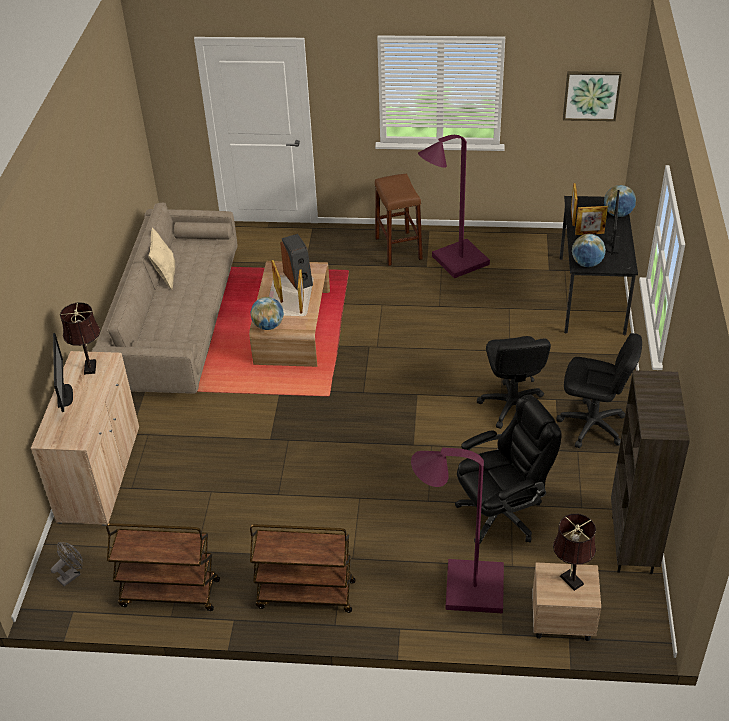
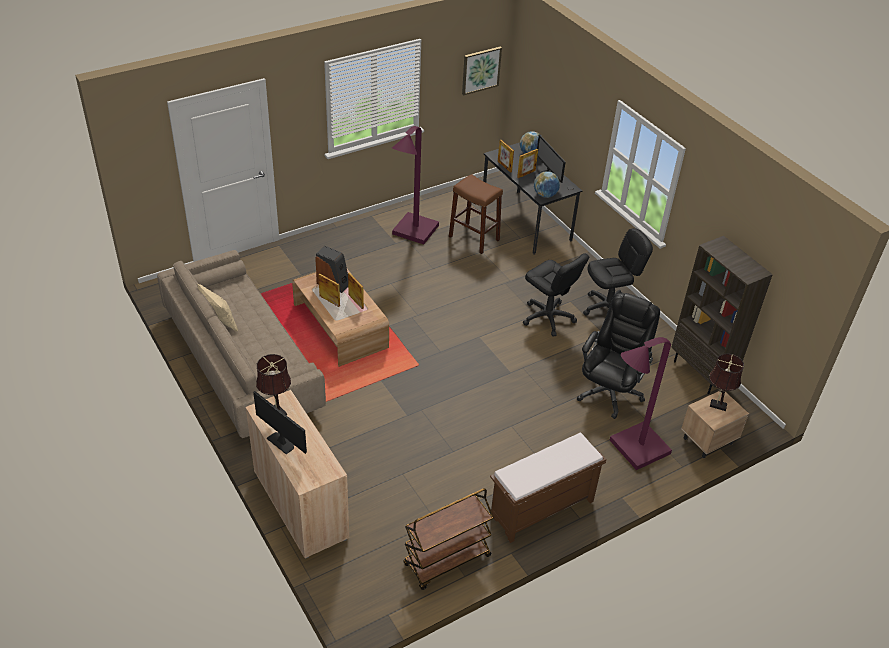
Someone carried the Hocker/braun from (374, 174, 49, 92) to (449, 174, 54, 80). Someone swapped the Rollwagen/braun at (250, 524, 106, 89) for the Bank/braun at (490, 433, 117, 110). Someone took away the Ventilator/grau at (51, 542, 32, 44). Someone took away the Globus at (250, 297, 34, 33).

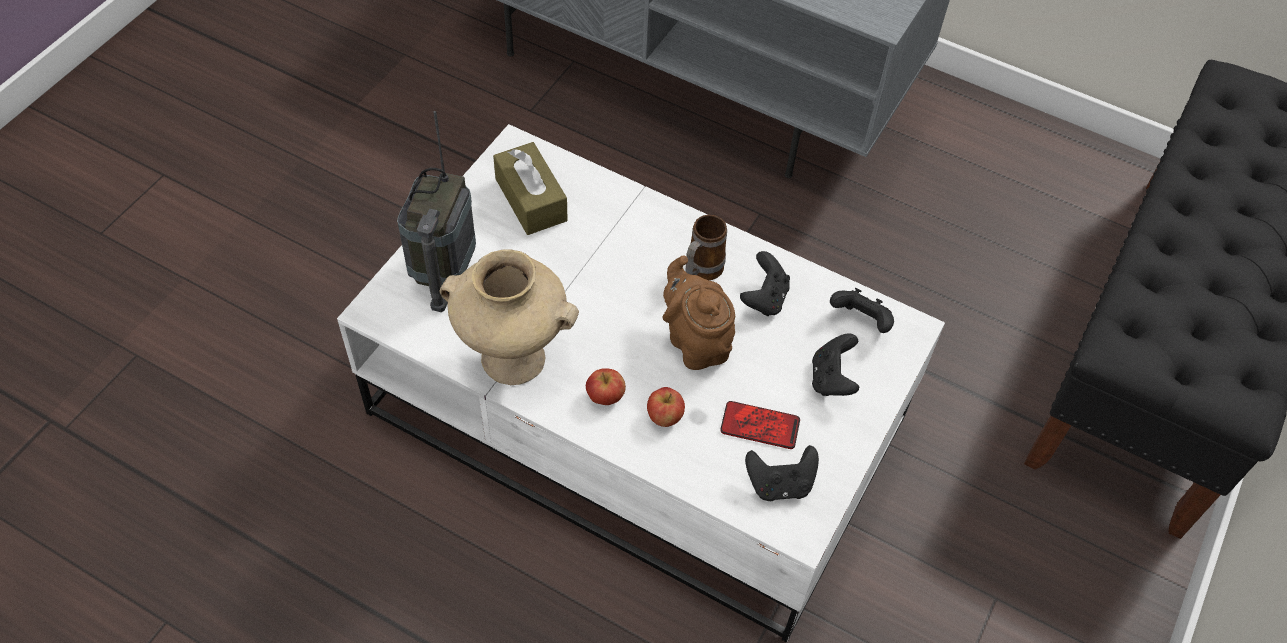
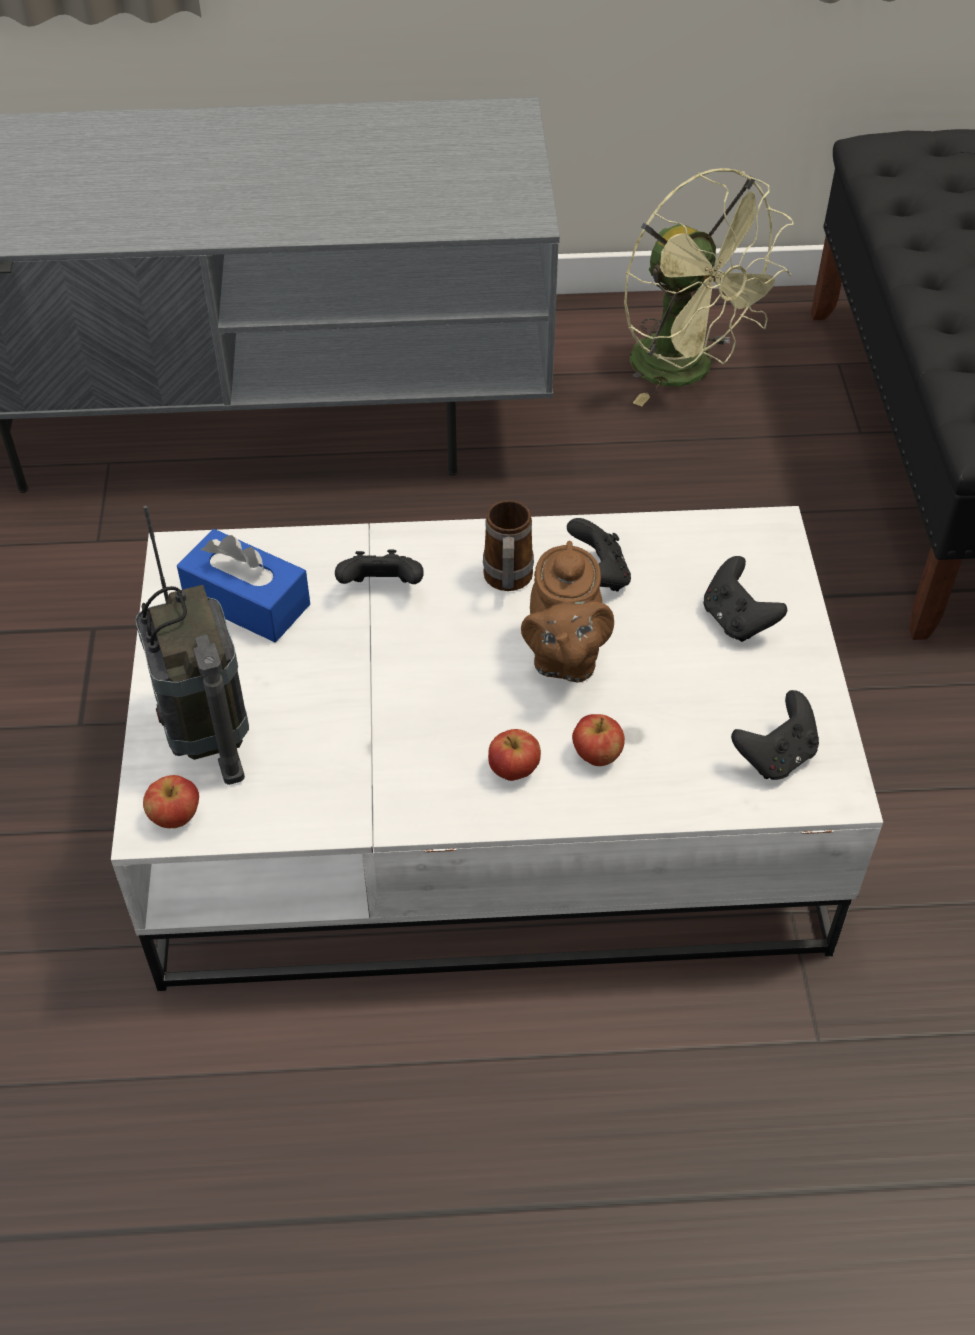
Someone put down the Apfel at (143, 775, 56, 53). Someone repainted the Taschentuchbox/braun at (493, 142, 75, 93), which became the Taschentuchbox/blau at (177, 529, 133, 113). Someone carried the Gamepad/schwarz from (830, 288, 64, 45) to (335, 550, 89, 34). Someone rotated the Teekanne/braun at (663, 255, 72, 115) by 120 degrees counterclockwise. Someone put down the Ventilator/grün at (624, 168, 169, 238). Someone took away the Vase/beige at (439, 249, 140, 136). Someone took away the Handy at (720, 401, 80, 48).

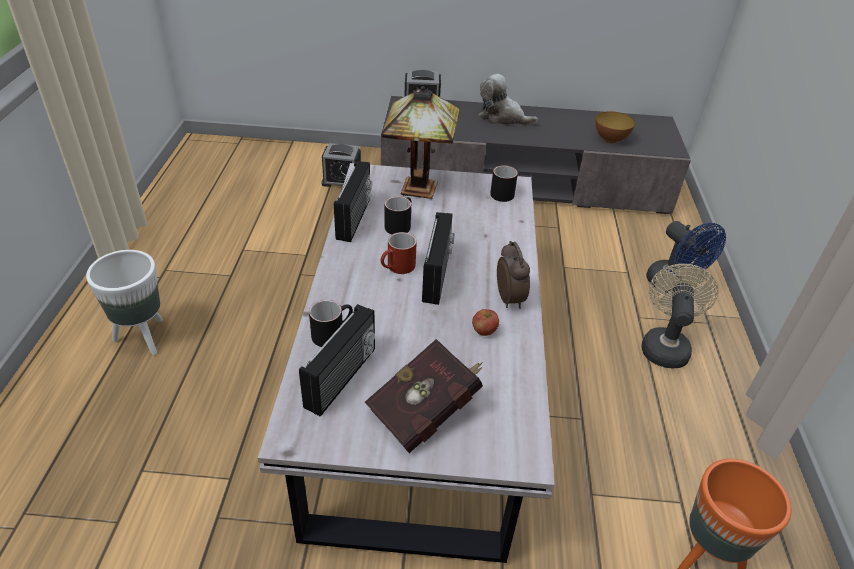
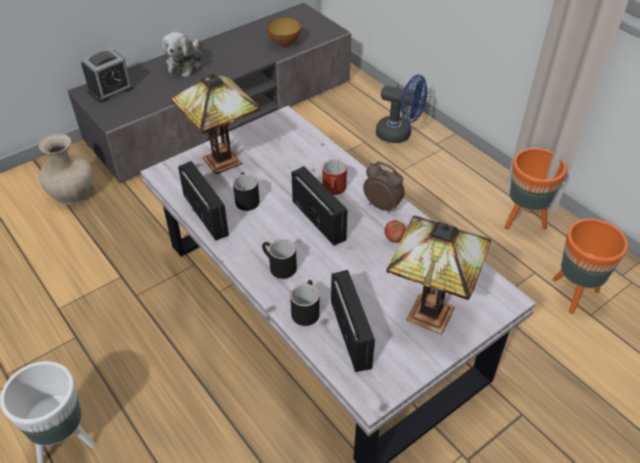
Someone swapped the Wecker at (321, 143, 40, 44) for the Vase/beige at (38, 134, 55, 71). Someone rotated the Plüschtier at (478, 74, 60, 51) by 60 degrees counterclockwise. Someone carried the Henkelbecher/schwarz from (490, 165, 28, 37) to (262, 239, 35, 40). Someone carried the Henkelbecher/rot from (381, 232, 36, 42) to (323, 159, 24, 36). Someone swapped the Buch/rot at (365, 339, 118, 114) for the Tischlampe at (386, 216, 105, 119). Someone put down the Pflanzkübel/orange at (504, 148, 63, 81). Someone took away the Ventilator/beige at (641, 264, 77, 104).

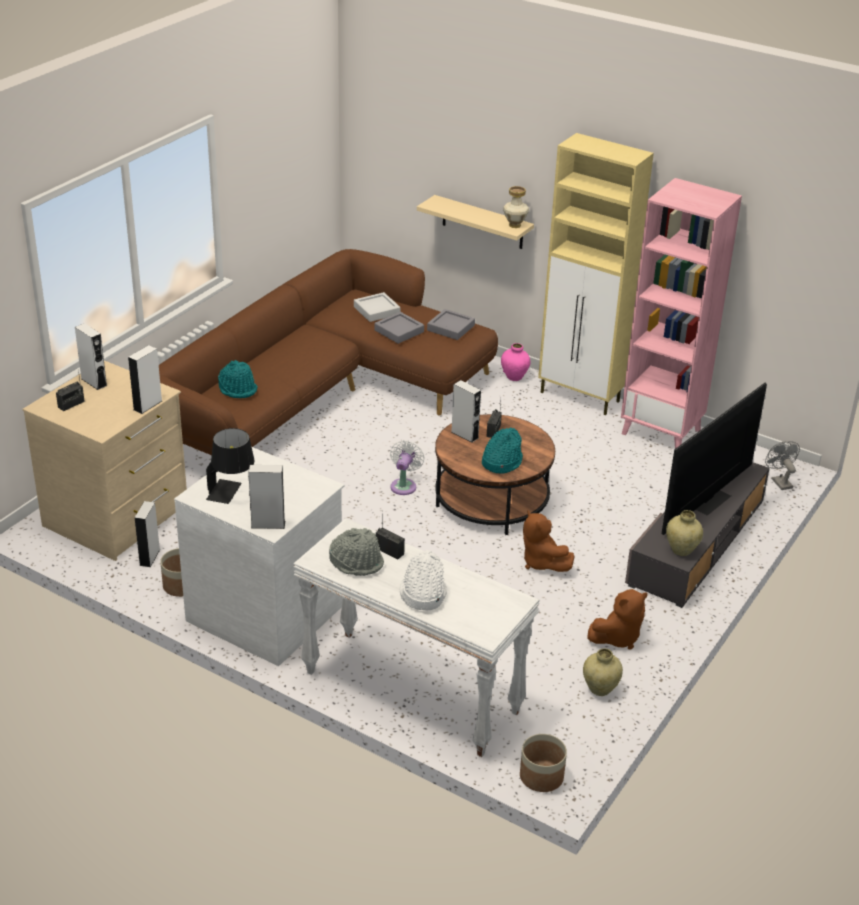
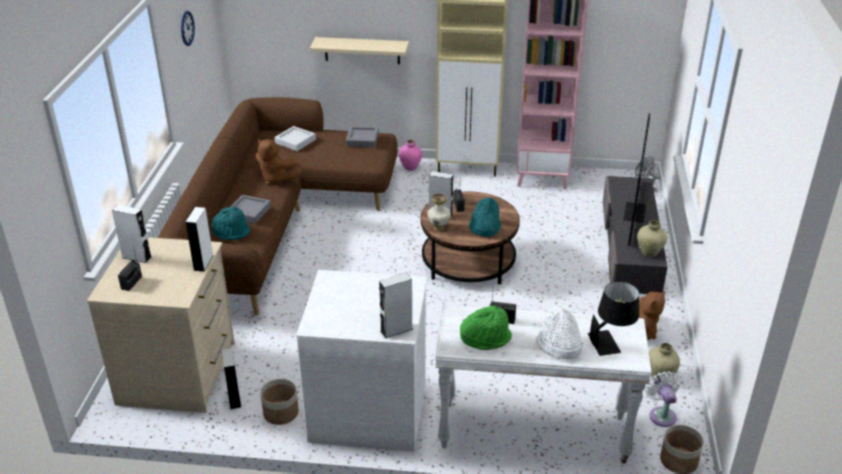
Someone put up the Wanduhr at (181, 11, 14, 35). Someone carried the Tablett/grau from (374, 312, 50, 32) to (230, 195, 41, 29). Someone carried the Plüschtier/braun from (523, 510, 52, 62) to (256, 139, 45, 46). Someone carried the Vase from (503, 186, 26, 42) to (427, 193, 24, 38). Someone repainted the Hut/grau at (329, 528, 55, 48), which became the Hut/grün at (460, 305, 52, 45). Someone carried the Tischlampe/schwarz from (206, 428, 48, 76) to (588, 281, 51, 75). Someone carried the Ventilator/weiß from (390, 440, 35, 55) to (645, 371, 36, 56).

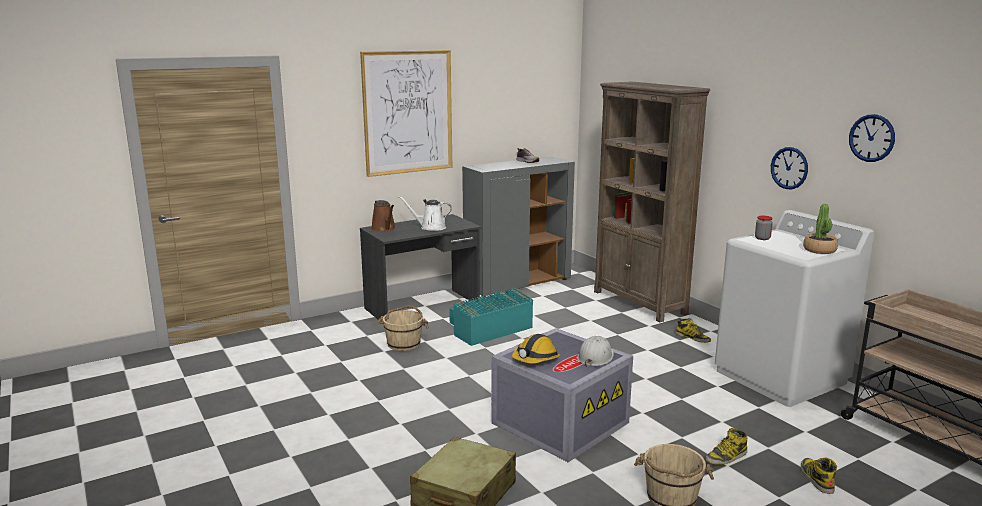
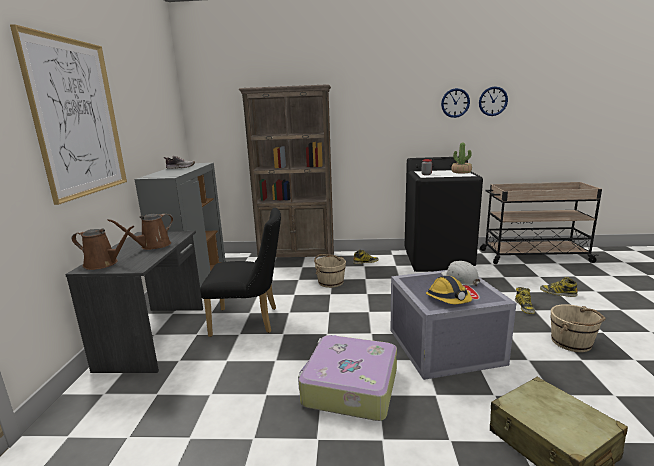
Someone repainted the Gießkanne/weiß at (398, 196, 54, 35), which became the Gießkanne/braun at (107, 214, 66, 36). Someone swapped the Aufbewahrungsbox/türkis at (449, 288, 84, 58) for the Stuhl/schwarz at (200, 208, 81, 129). Someone put down the Koffer at (298, 335, 99, 86). Someone carried the Eimer/beige from (378, 305, 51, 46) to (314, 254, 32, 34). Someone repainted the Waschmaschine/weiß at (715, 210, 159, 197), which became the Waschmaschine/schwarz at (405, 157, 78, 115). Someone carried the Wanduhr from (771, 147, 37, 42) to (479, 86, 29, 30).

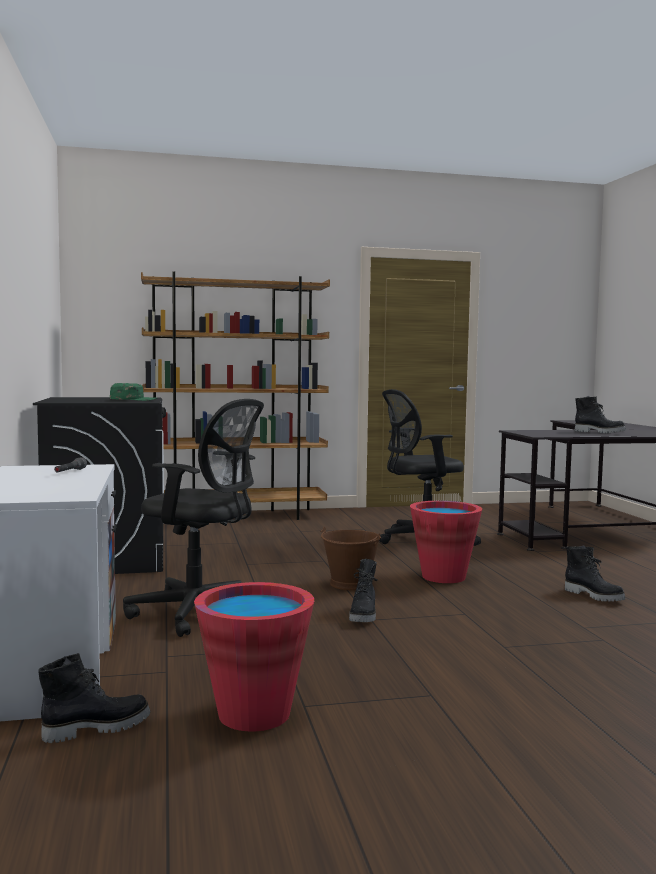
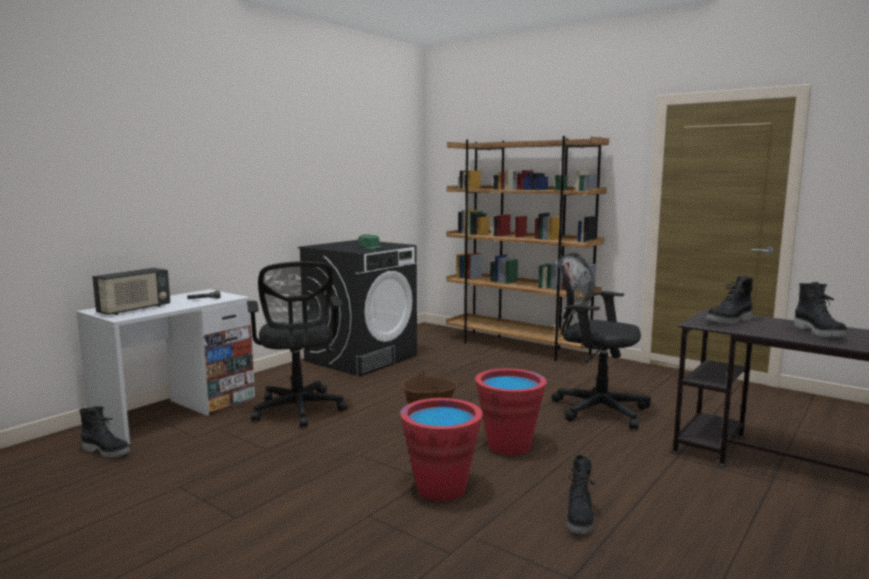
Someone put down the Radio at (92, 268, 78, 47). Someone carried the Eimer/rot from (194, 582, 120, 149) to (400, 398, 83, 103). Someone carried the Stiefel/schwarz from (349, 559, 28, 63) to (706, 276, 48, 48).

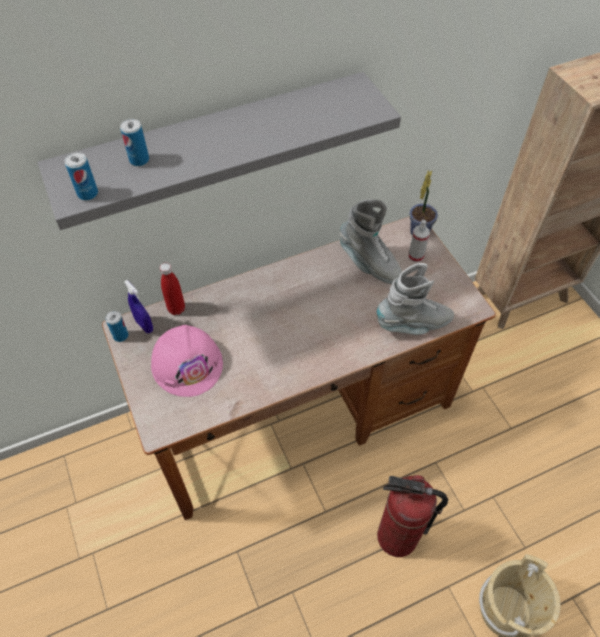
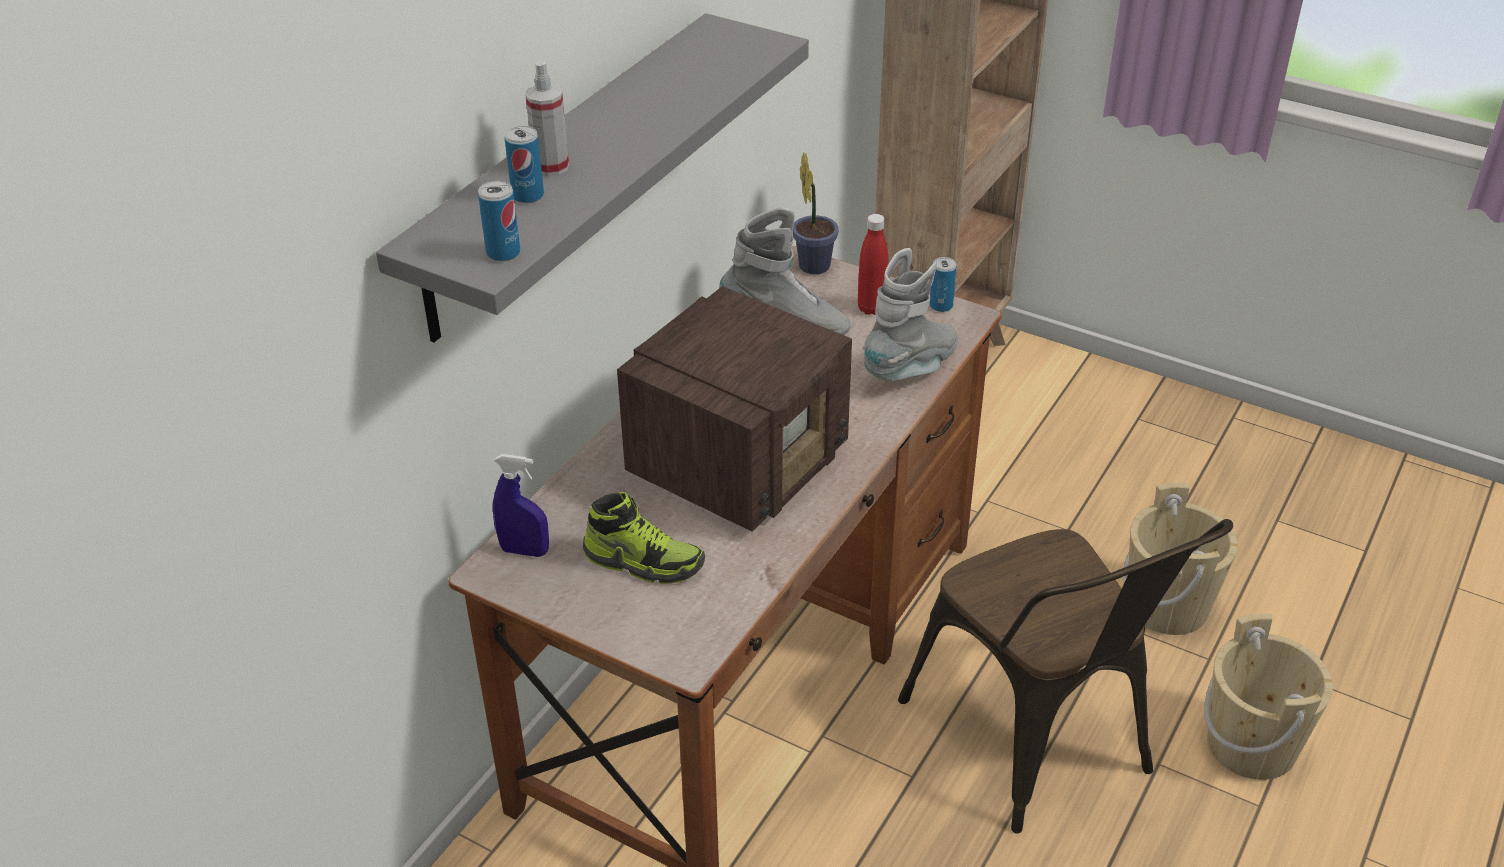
Someone carried the Sprühflasche from (408, 220, 22, 43) to (525, 61, 44, 115). Someone swapped the Schutzhelm/rosa at (151, 325, 72, 72) for the Schuh at (583, 492, 122, 92). Someone put down the Radio at (617, 286, 235, 246). Someone carried the Flasche/rot from (160, 263, 25, 52) to (858, 214, 30, 101). Someone swapped the Feuerlöscher at (377, 475, 71, 82) for the Stuhl/braun at (898, 519, 335, 314). Someone carried the Dose from (105, 311, 23, 31) to (930, 257, 27, 55). Someone put down the Eimer/beige at (1123, 483, 115, 152).

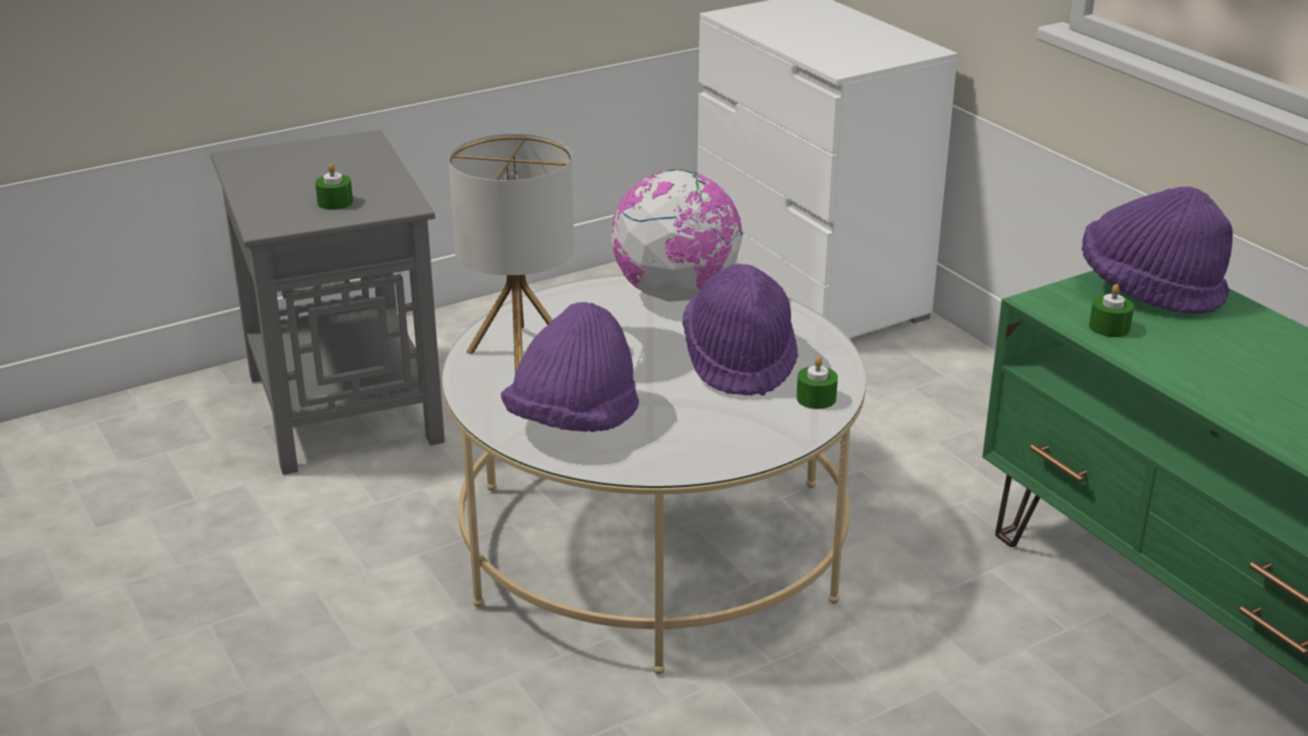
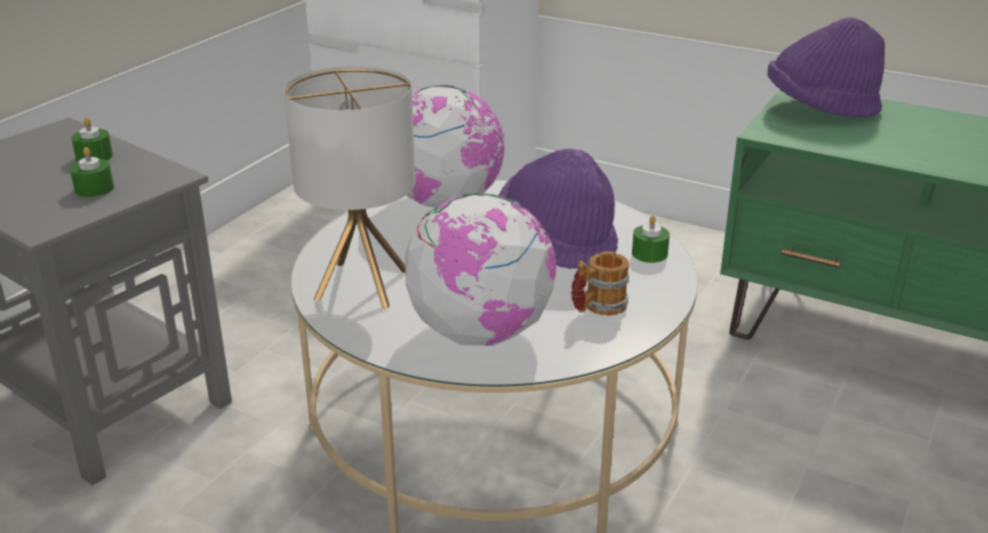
Someone carried the Kerze/grün from (1089, 284, 45, 53) to (71, 117, 42, 45). Someone swapped the Hut/lila at (501, 302, 138, 130) for the Globus at (405, 193, 151, 153). Someone put down the Henkelbecher at (571, 251, 58, 65).

